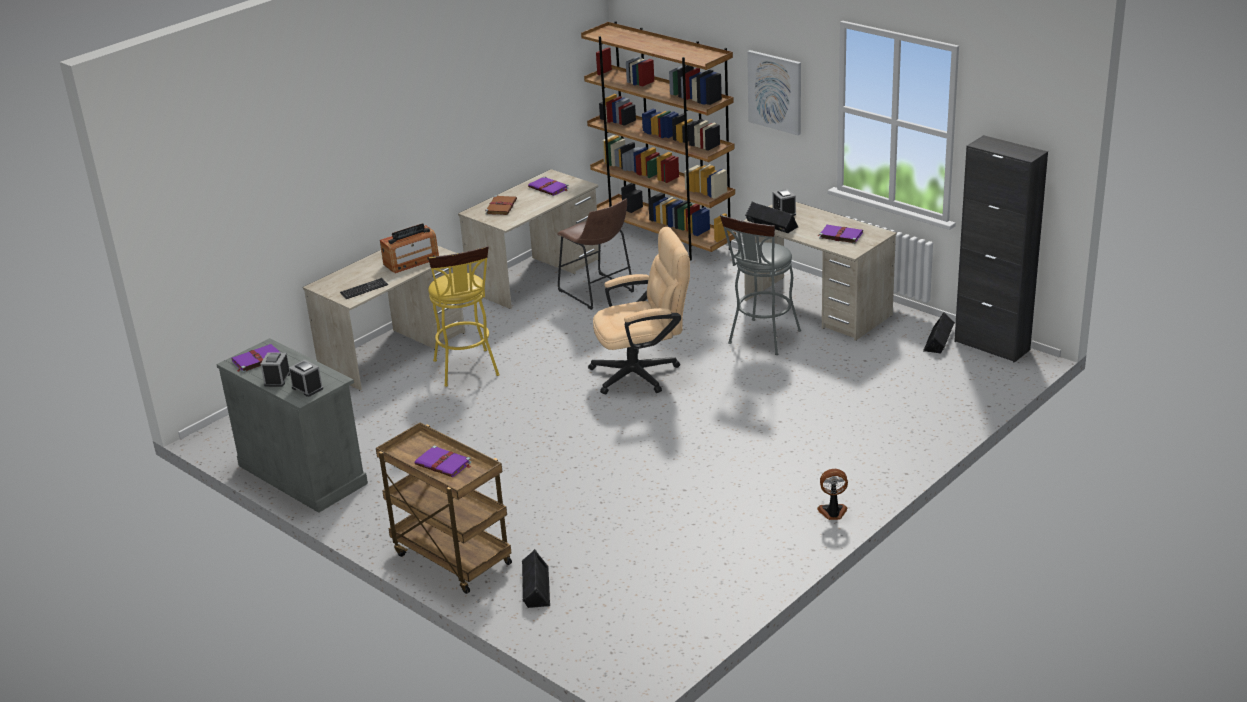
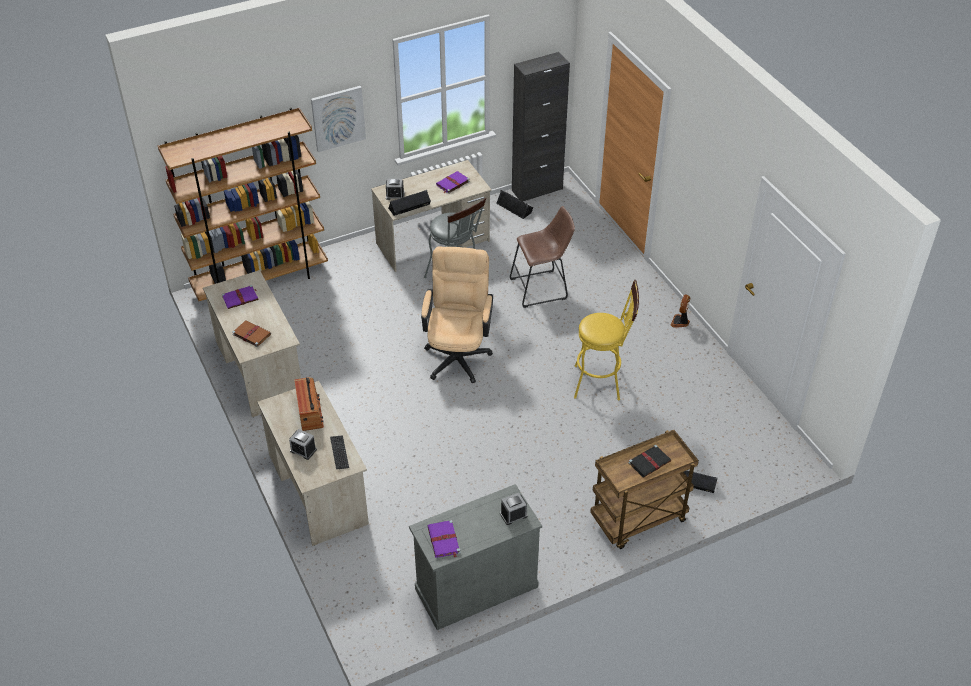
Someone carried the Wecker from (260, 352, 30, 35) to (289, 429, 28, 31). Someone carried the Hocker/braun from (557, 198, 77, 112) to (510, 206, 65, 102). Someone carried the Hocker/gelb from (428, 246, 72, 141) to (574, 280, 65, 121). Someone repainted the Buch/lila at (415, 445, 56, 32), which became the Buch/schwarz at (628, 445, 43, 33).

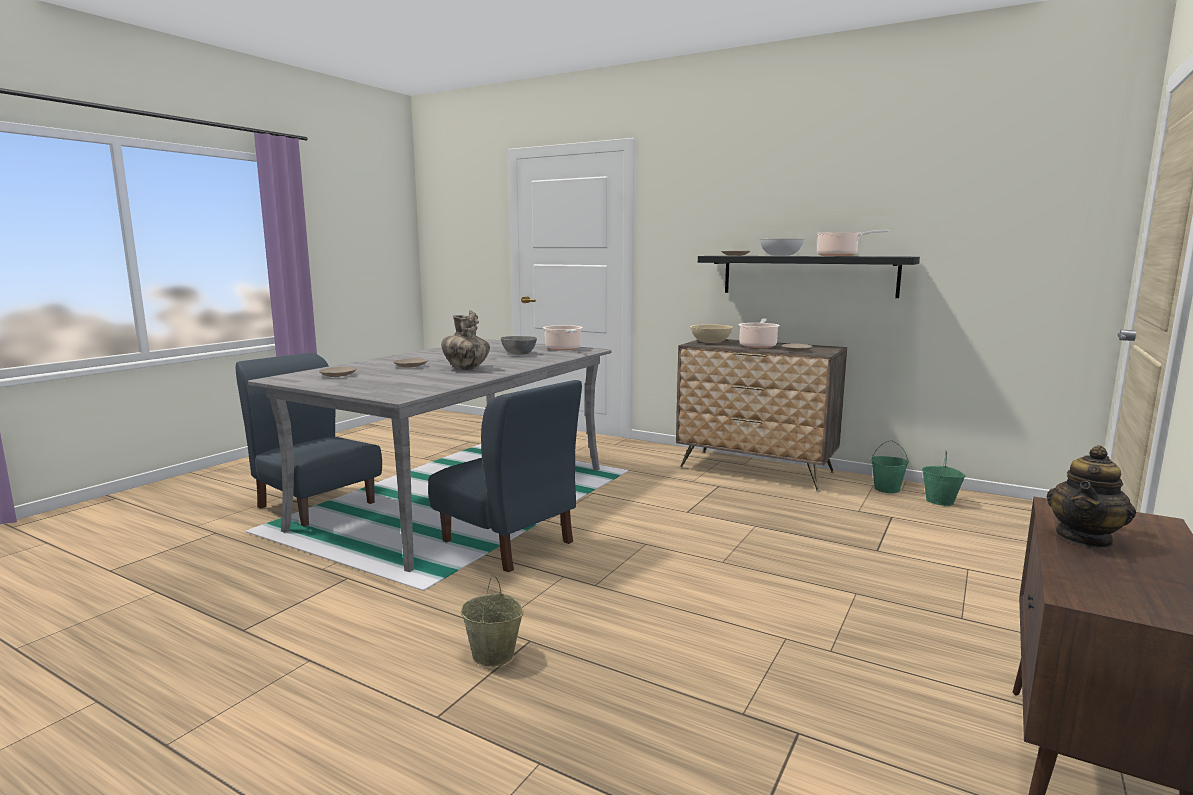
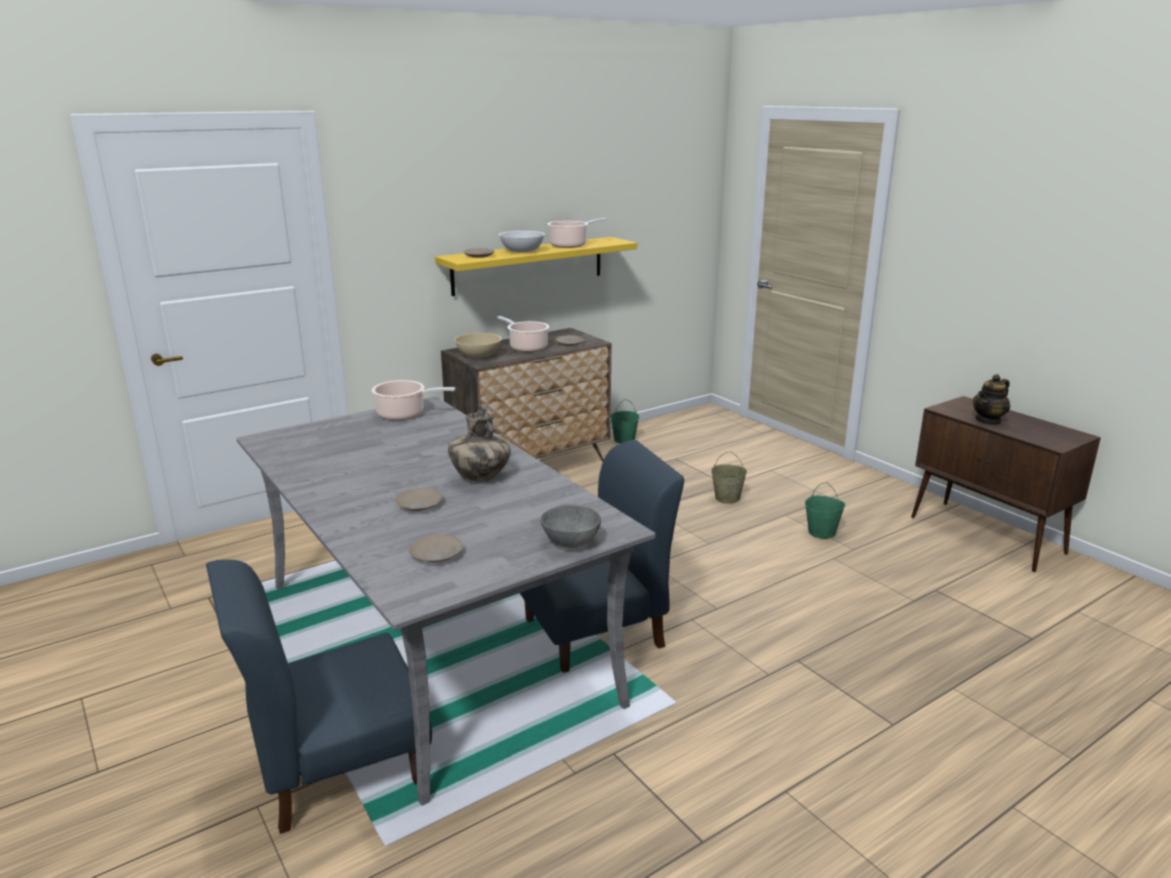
Someone repainted the Wandregal/schwarz at (698, 256, 222, 42), which became the Wandregal/gelb at (435, 237, 202, 59). Someone carried the Schüssel/grau from (501, 336, 36, 19) to (540, 504, 61, 44). Someone carried the Eimer/beige from (461, 575, 63, 92) to (711, 451, 36, 53). Someone carried the Eimer/grün from (922, 451, 44, 55) to (805, 483, 40, 56). Someone rotated the Teekanne at (1047, 445, 89, 104) by 75 degrees clockwise.

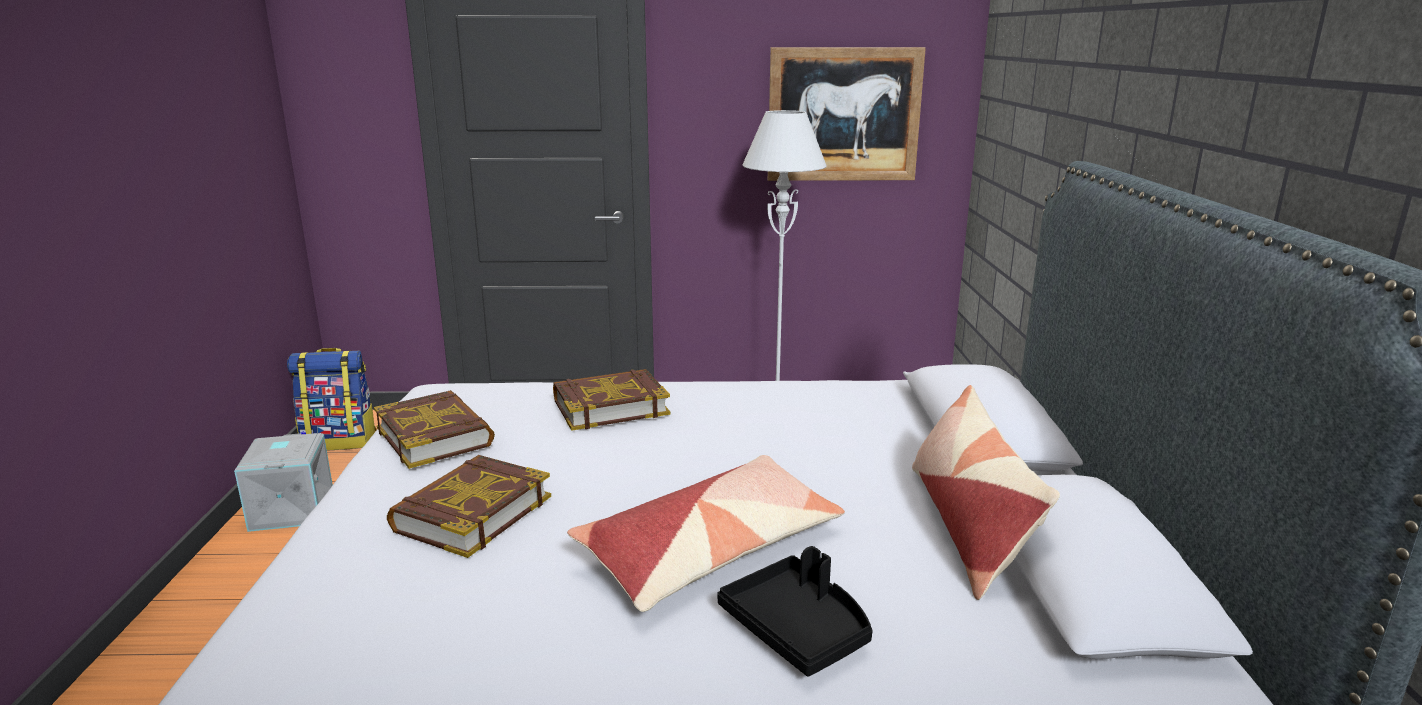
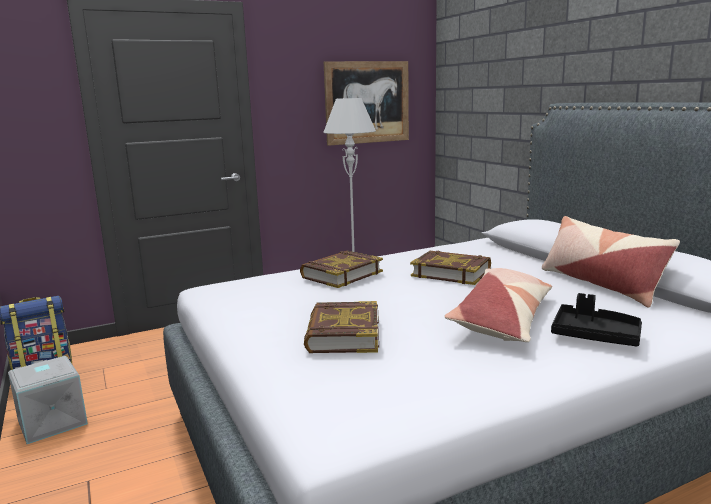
Someone carried the Buch from (374, 390, 121, 79) to (410, 251, 81, 34).

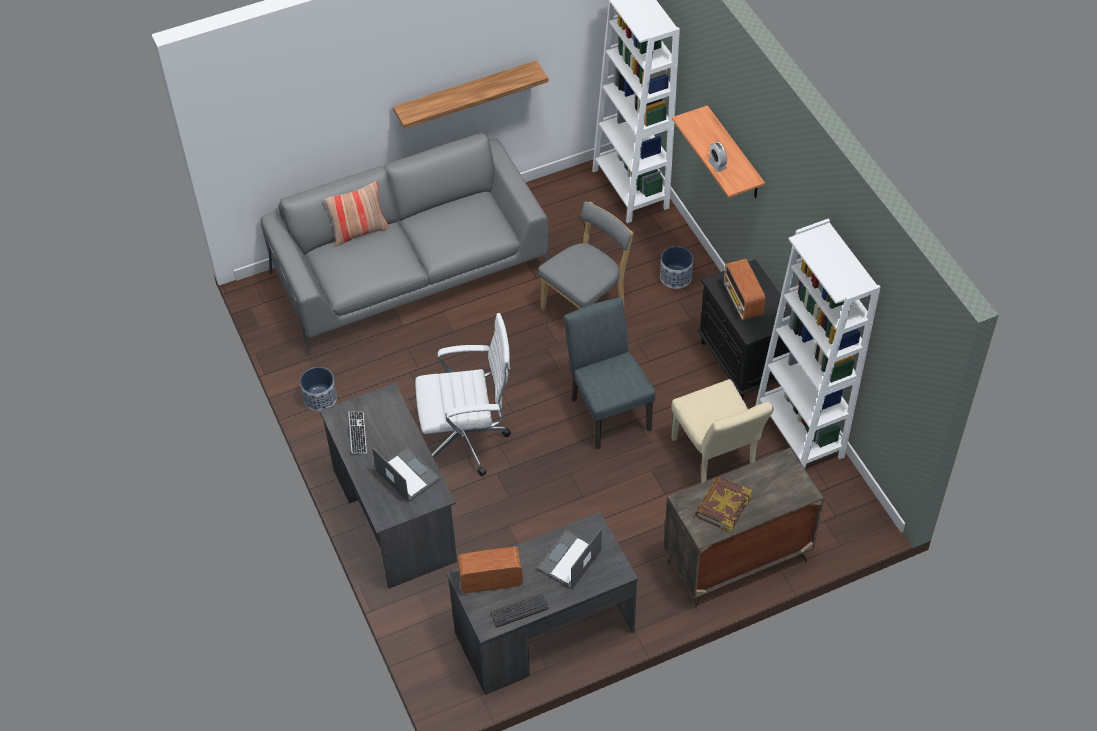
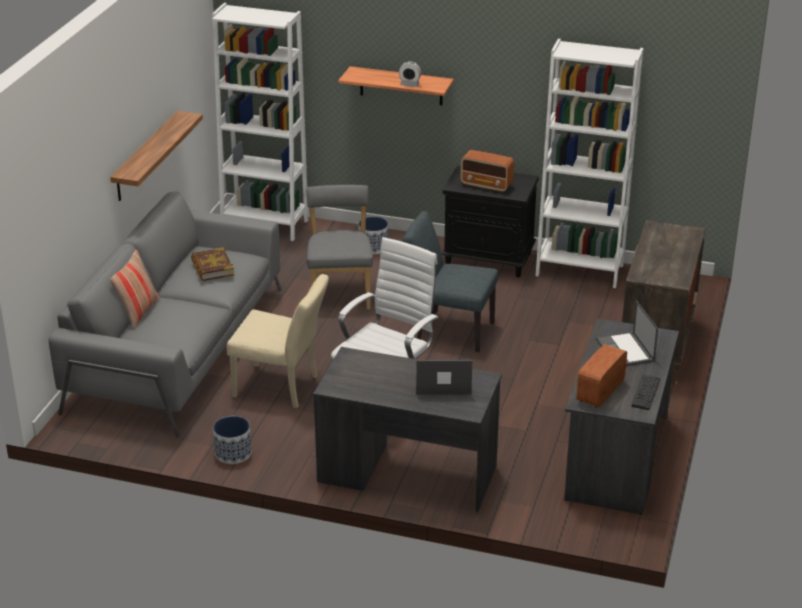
Someone carried the Buch from (695, 476, 57, 56) to (191, 248, 43, 33). Someone carried the Stuhl/beige from (671, 379, 103, 104) to (227, 274, 102, 134). Someone took away the Tastatur at (348, 412, 19, 42).

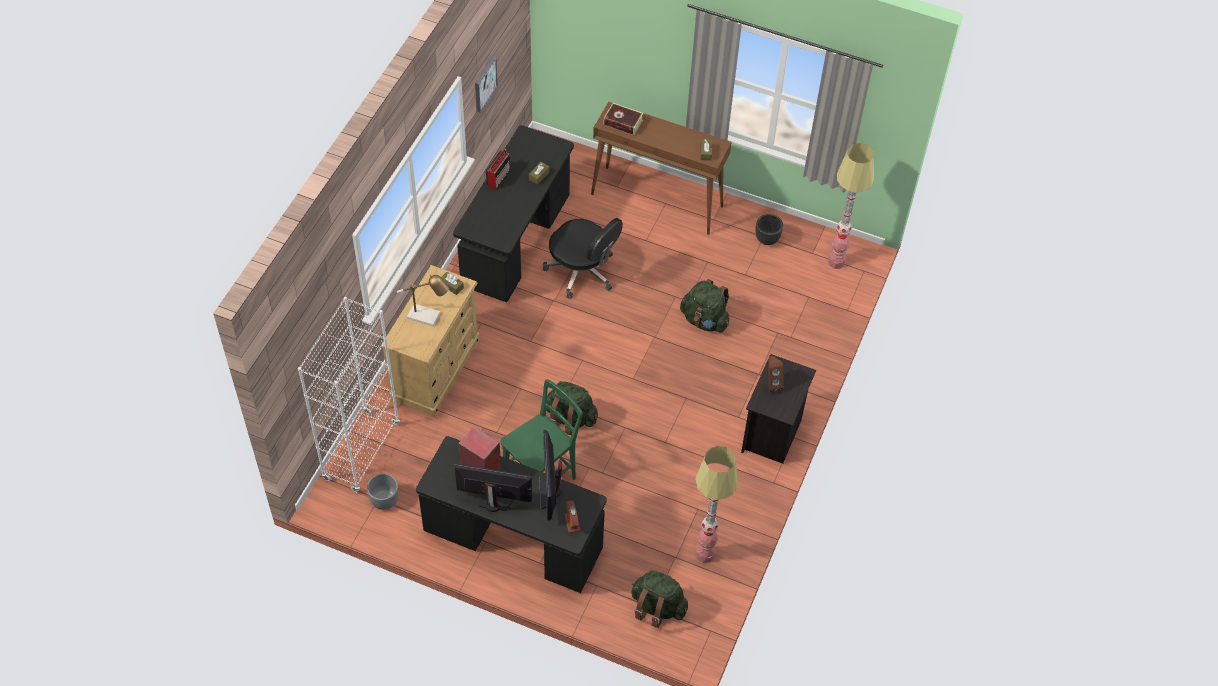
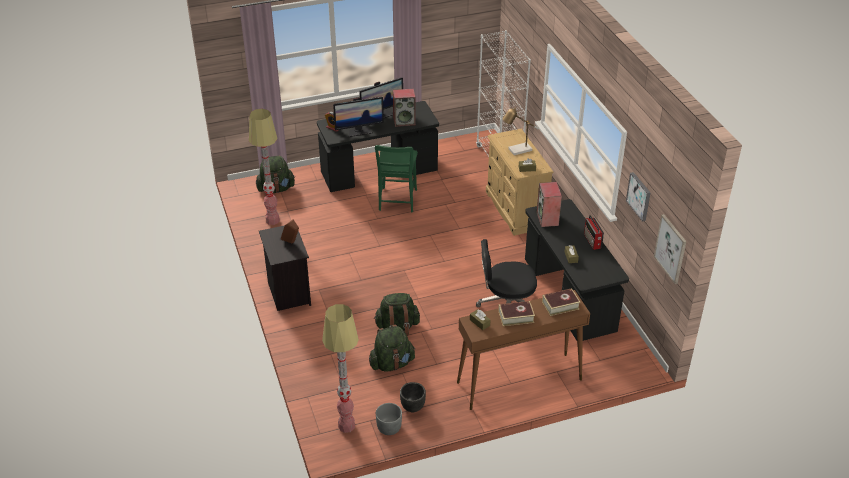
Someone rotated the Monitor at (539, 430, 23, 90) by 120 degrees clockwise. Someone carried the Rucksack/grün from (546, 381, 52, 54) to (369, 324, 46, 48). Someone carried the Pflanzkübel/grau from (367, 473, 31, 37) to (376, 403, 26, 32). Someone put down the Buch at (498, 301, 37, 25). Someone put down the Lautsprecher at (536, 182, 26, 45). Someone put up the Bild at (654, 214, 33, 70).

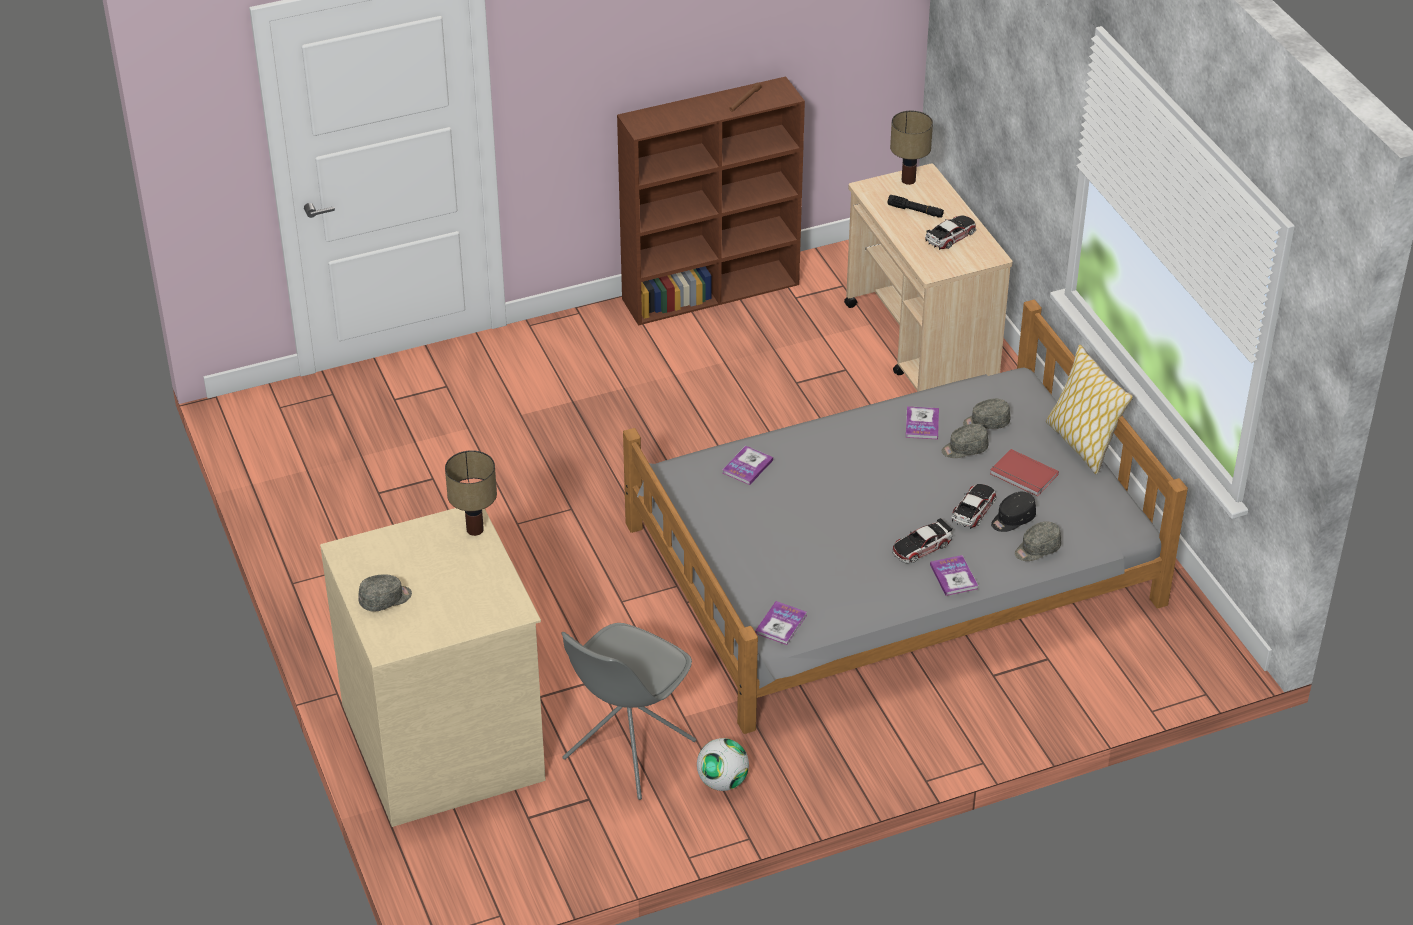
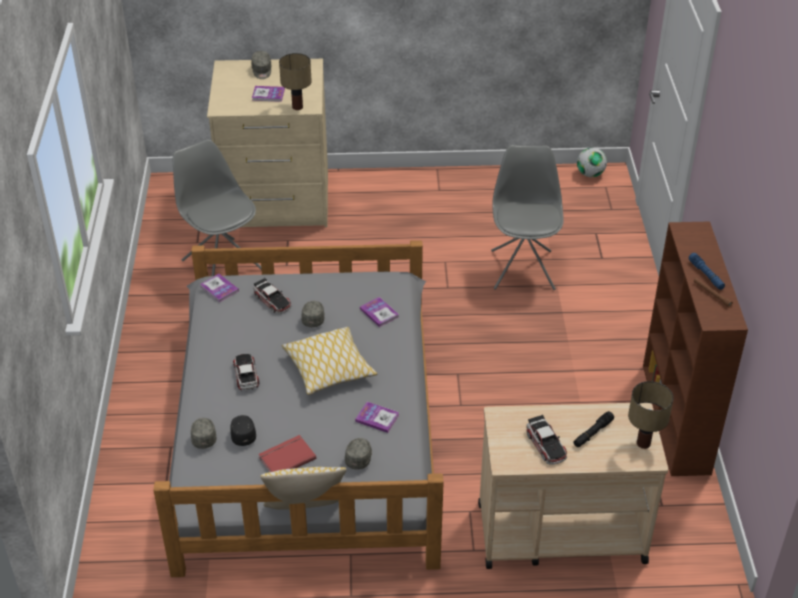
Someone carried the Buch from (930, 555, 48, 41) to (252, 86, 33, 16). Someone carried the Spielzeugauto from (952, 484, 44, 45) to (253, 278, 38, 36). Someone put down the Kissen at (282, 327, 95, 68). Someone carried the Kappe/grau from (942, 424, 47, 34) to (301, 301, 24, 26). Someone put down the Stuhl/grau at (491, 145, 73, 145). Someone carried the Fußball from (697, 738, 52, 53) to (577, 147, 30, 30). Someone put down the Taschenlampe/blau at (689, 253, 36, 37).

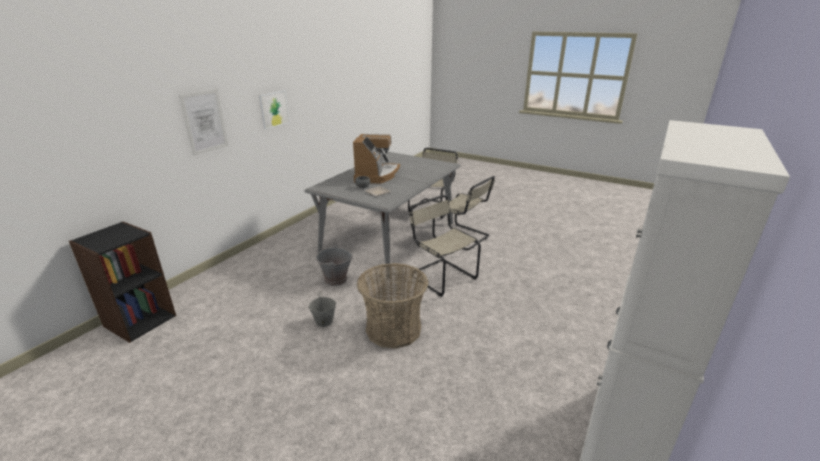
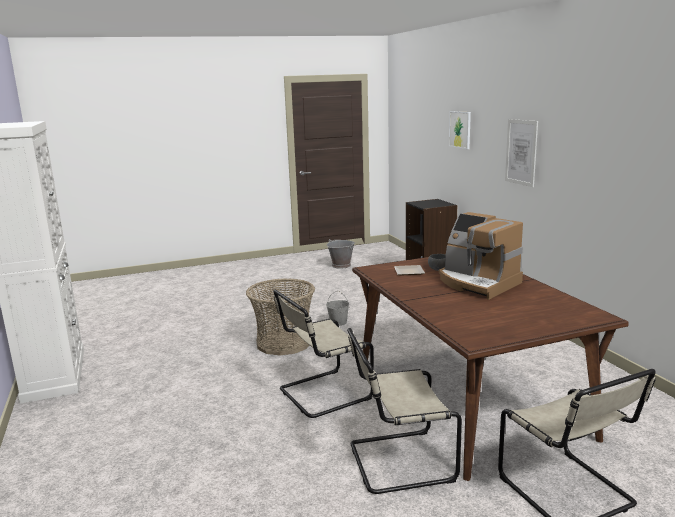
Someone rotated the Stuhl/beige at (409, 195, 72, 102) by 150 degrees clockwise. Someone carried the Eimer/grau from (316, 245, 37, 41) to (327, 239, 28, 30). Someone repainted the Esstisch/grau at (304, 152, 157, 127), which became the Esstisch/braun at (352, 257, 277, 224). Someone carried the Bild from (259, 90, 31, 39) to (449, 111, 22, 38).

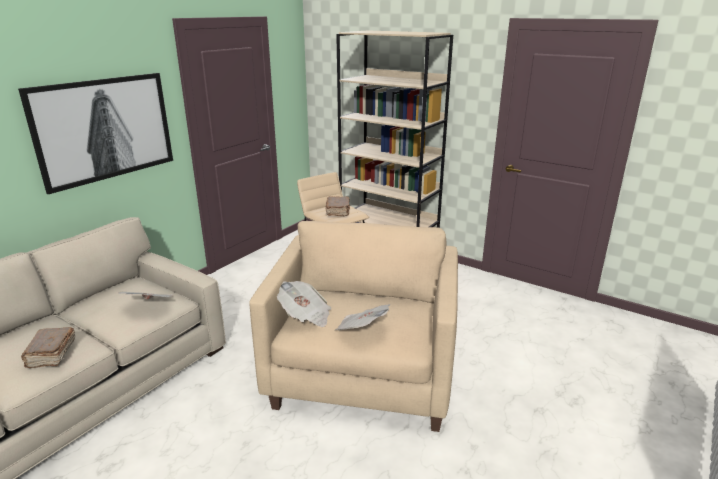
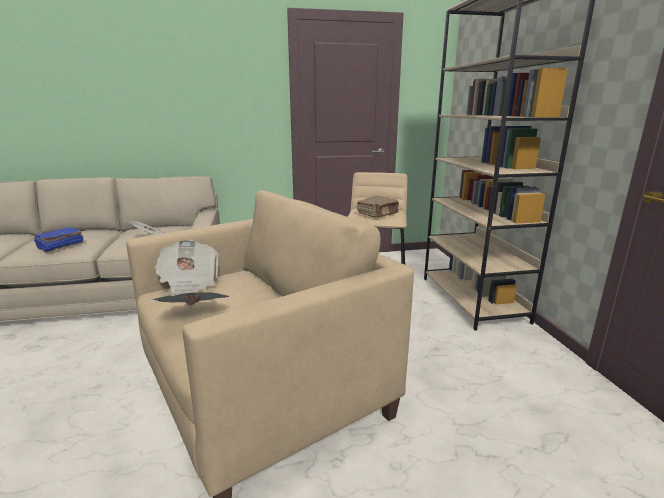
Someone repainted the Buch/braun at (21, 327, 54, 41), which became the Buch/blau at (34, 227, 49, 25). Someone took away the Bild at (18, 73, 155, 121).

